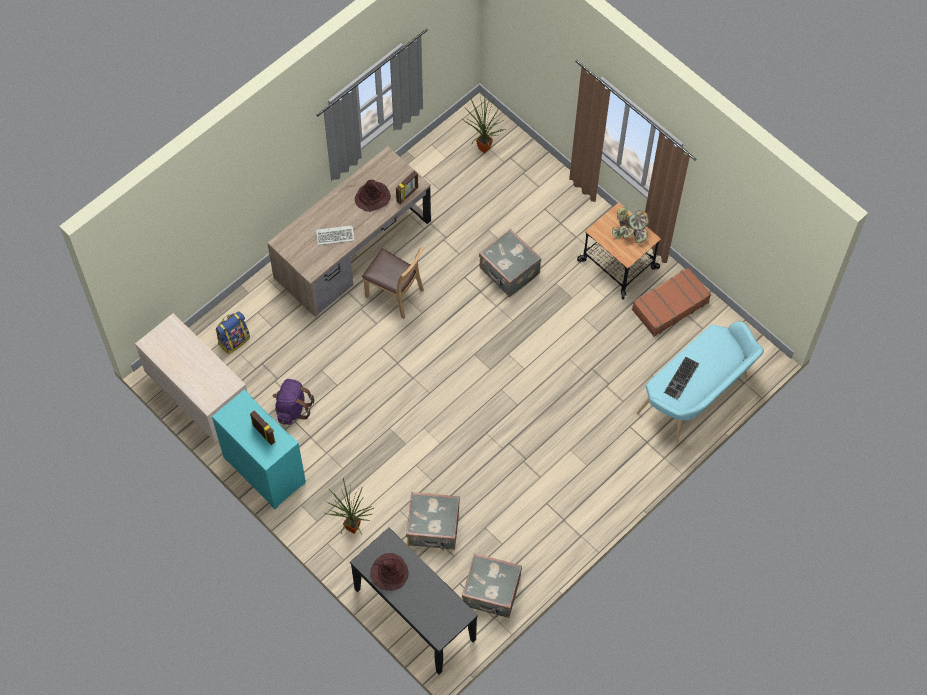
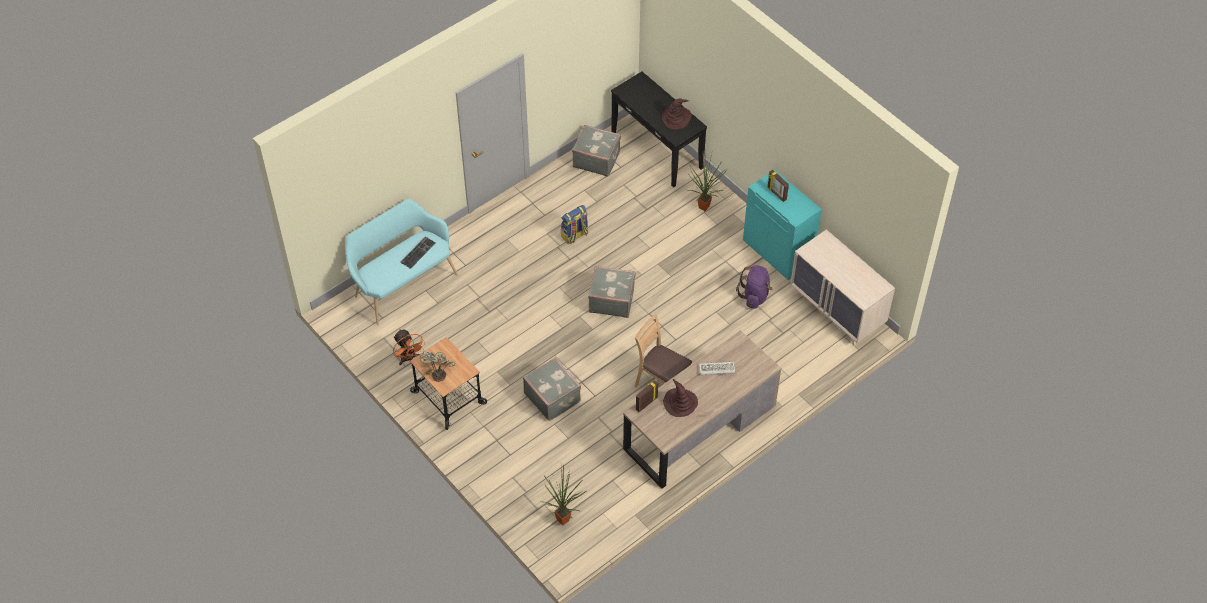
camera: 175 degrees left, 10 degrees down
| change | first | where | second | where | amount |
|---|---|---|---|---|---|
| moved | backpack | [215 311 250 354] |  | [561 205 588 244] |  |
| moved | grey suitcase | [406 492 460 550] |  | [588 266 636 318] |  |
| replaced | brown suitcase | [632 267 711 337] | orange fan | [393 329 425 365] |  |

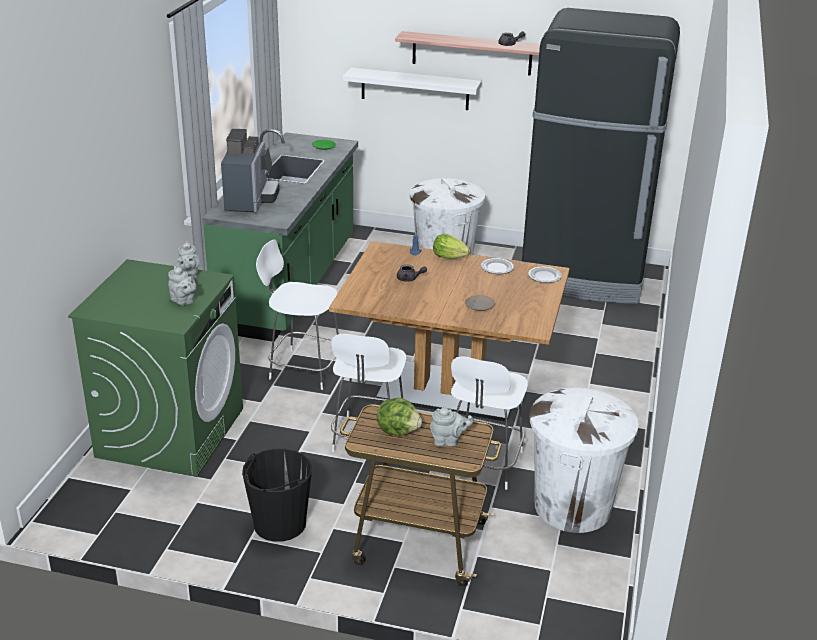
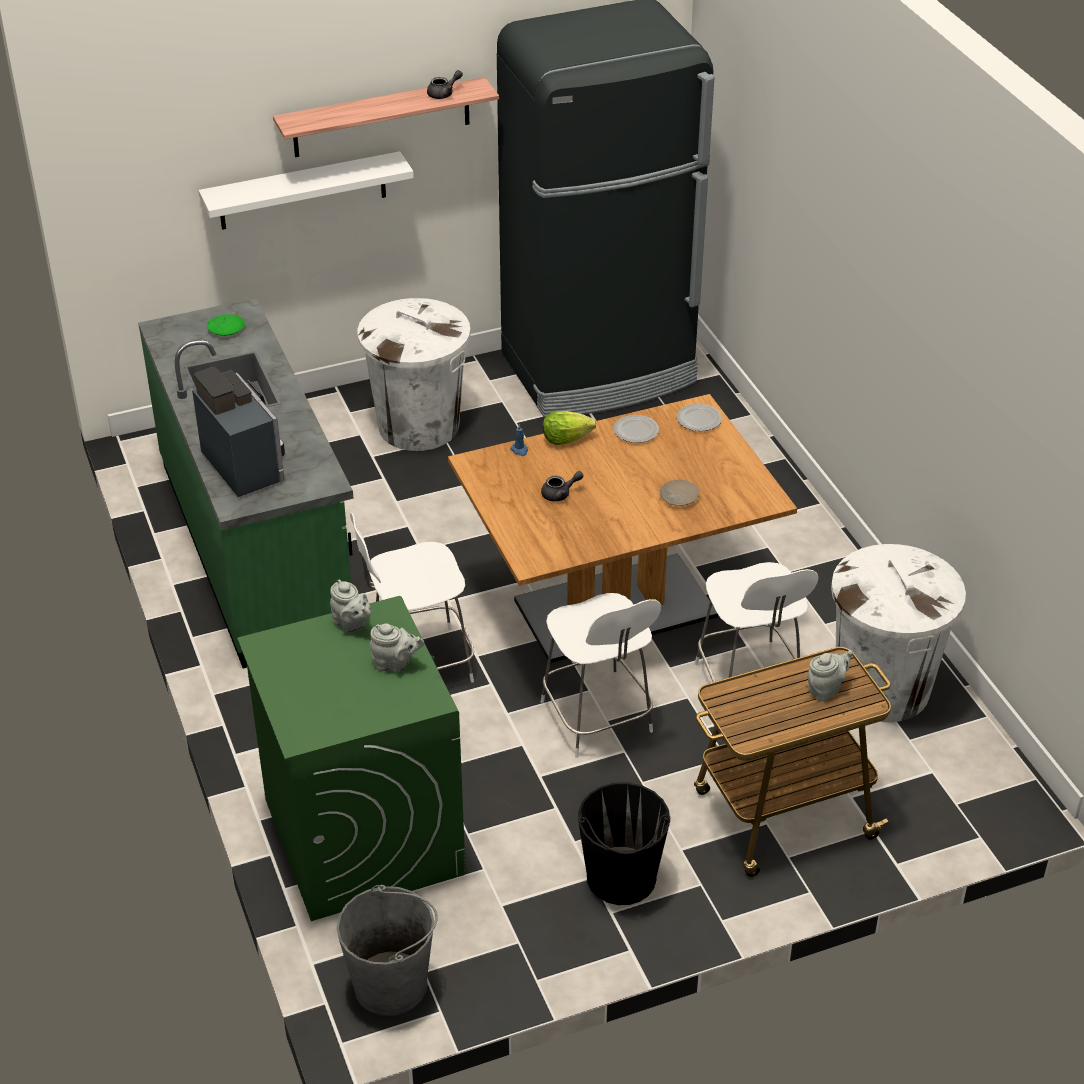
camera: 35 degrees left, 10 degrees up
| change | first | where | second | where | amount |
|---|---|---|---|---|---|
| removed | lettuce | [377 398 422 436] |  |  |  |
| added |  |  | grey bucket | [336 885 438 1016] |  |

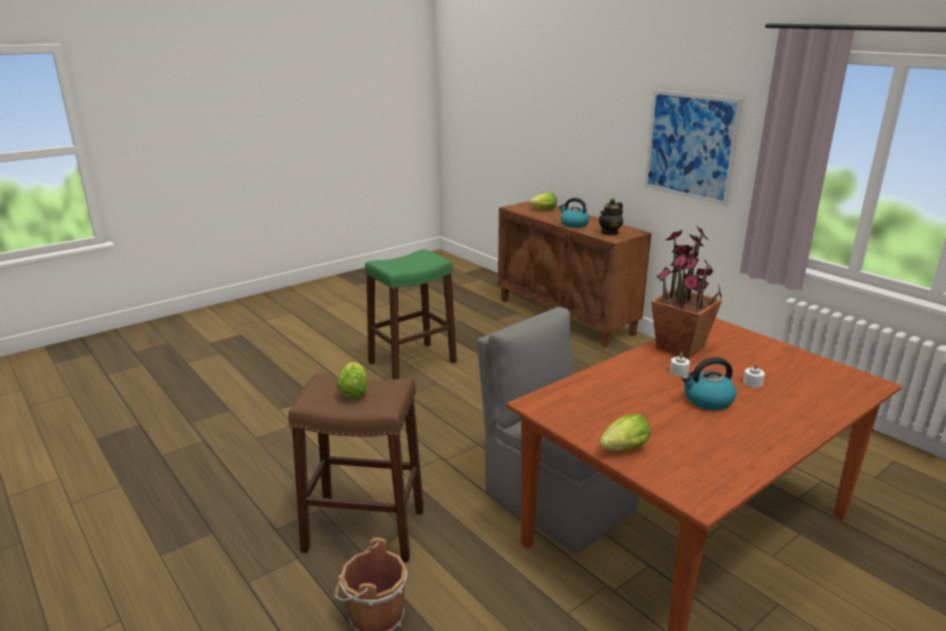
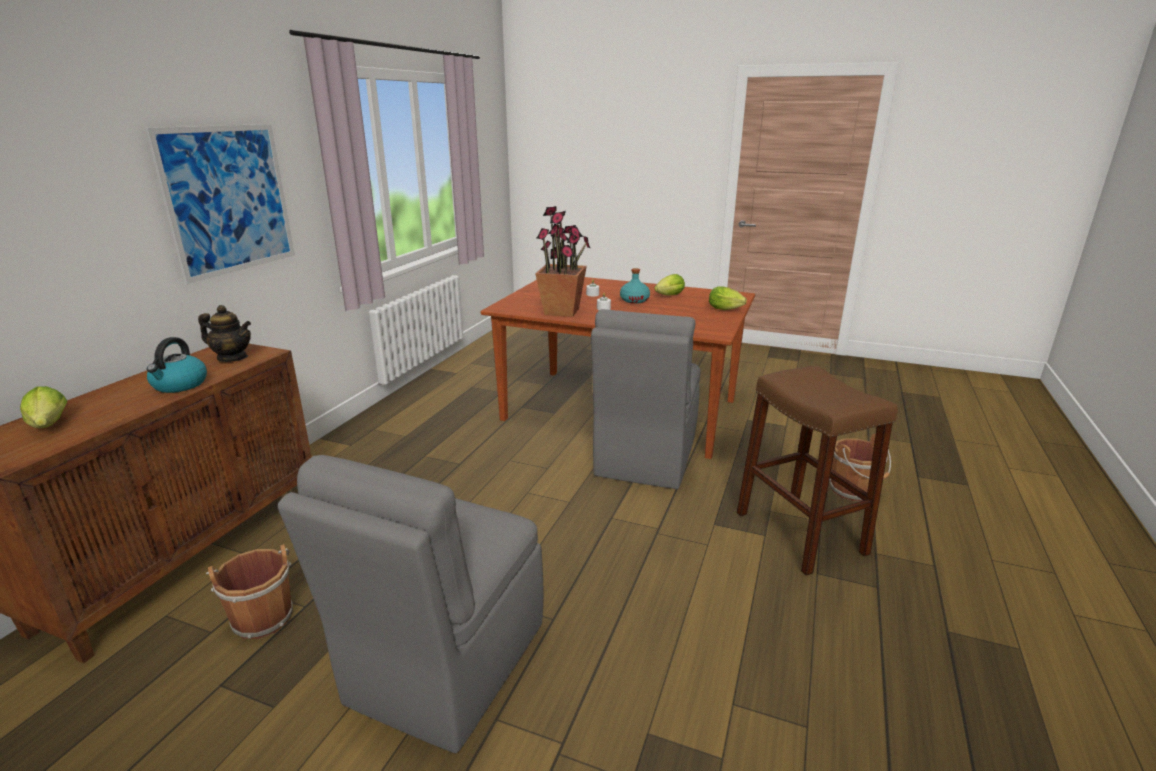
camera: 120 degrees left, 0 degrees up
| change | first | where | second | where | amount |
|---|---|---|---|---|---|
| moved | lettuce | [336 362 368 399] |  | [654 274 685 296] |  |
| replaced | green stool | [365 249 457 380] | grey chair | [278 455 544 753] |  |
| replaced | kettle | [681 357 737 410] | turquoise bottle | [620 268 650 304] |  |
| added |  |  | brown bucket | [206 544 293 639] |  |

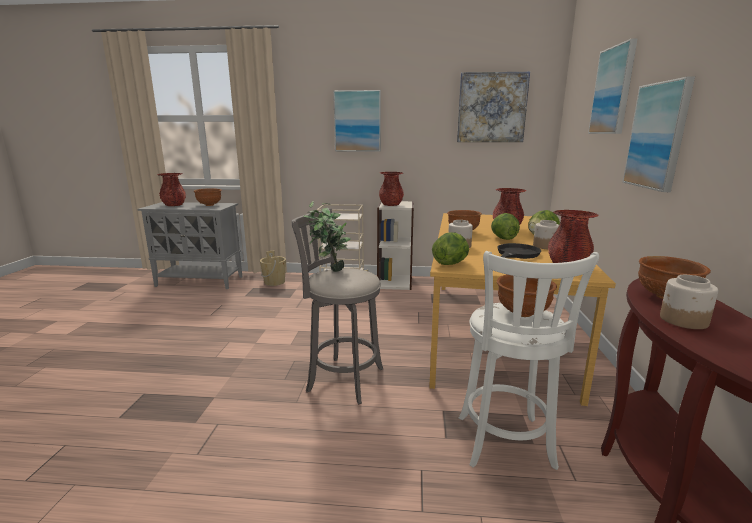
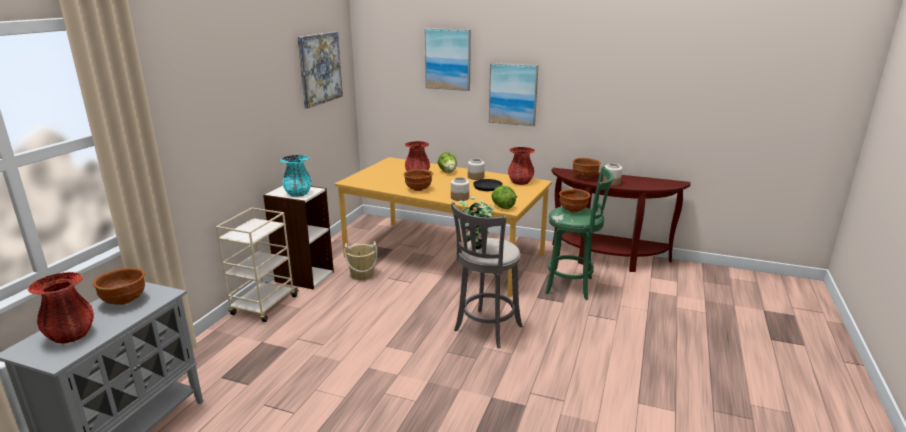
camera: 75 degrees left, 5 degrees up
| change | first | where | second | where | amount |
|---|---|---|---|---|---|
| moved | beige bucket | [260 251 286 286] |  | [344 241 377 280] |  |
| removed | picture | [333 90 381 152] |  |  |  |
| recoloured | red vase | [379 172 404 206] | turquoise vase | [280 155 312 197] |  |
| recoloured | white stool | [459 251 599 470] | green stool | [545 166 613 300] |  |
| removed | lettuce | [491 213 520 240] |  |  |  |

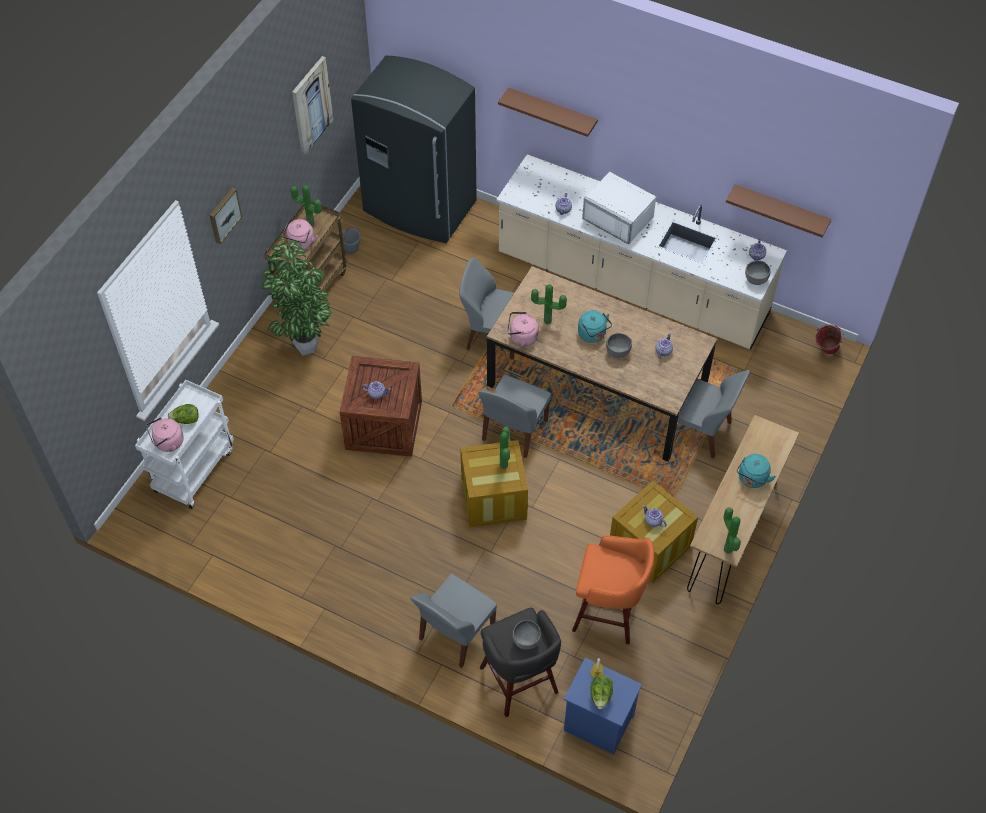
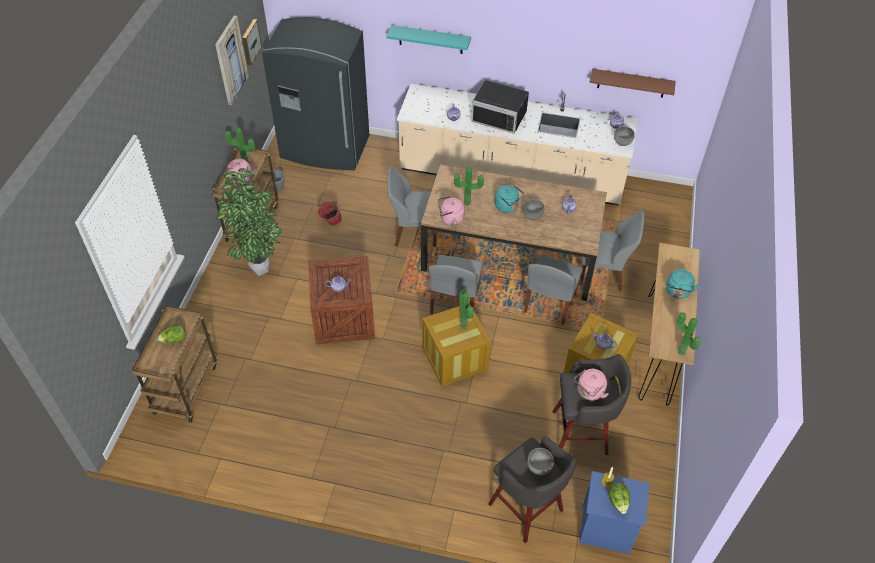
camera: 15 degrees left, 5 degrees down
| change | first | where | second | where | amount |
|---|---|---|---|---|---|
| recoloured | white cart | [135 380 234 509] | brown cart | [131 305 217 422] |  |
| moved | pink kettle | [146 417 184 452] |  | [574 369 609 401] |  |
| moved | picture | [209 188 242 244] |  | [242 19 262 65] |  |
| moved | grey chair | [410 574 497 668] |  | [524 255 583 325] |  |
| recoloured | brown shelf | [498 87 598 137] | turquoise shelf | [387 25 471 54] |  |
| recoloured | orange stool | [572 535 655 644] | grey stool | [553 354 631 455] |  |
| recoloured | white microwave | [582 172 656 245] | black microwave | [471 80 529 134] |  |
| moved | red bucket | [815 324 844 355] |  | [318 200 342 226] |  |

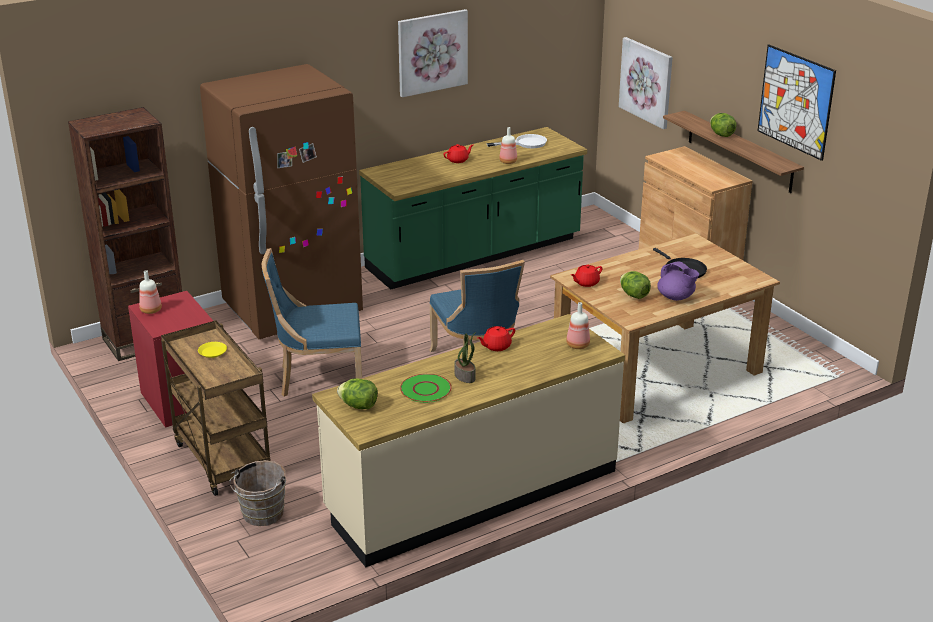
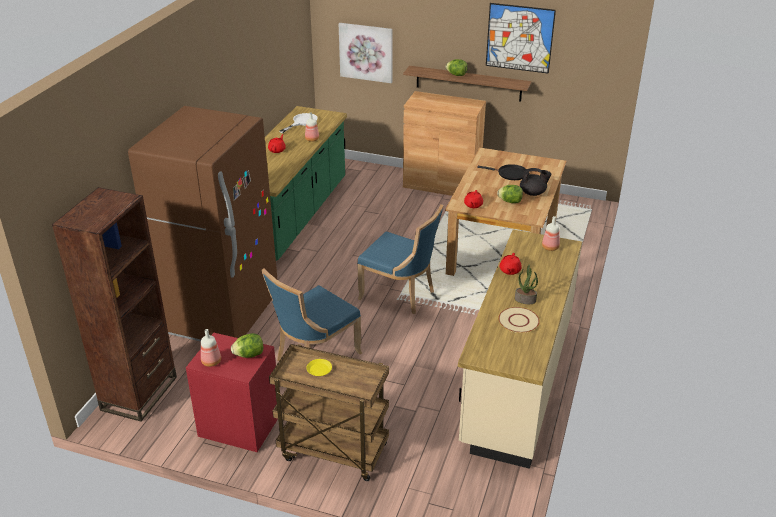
camera: 40 degrees left, 5 degrees up
| change | first | where | second | where | amount |
|---|---|---|---|---|---|
| removed | brown bucket | [229 460 286 526] |  |  |  |
| moved | lettuce | [337 378 378 409] |  | [231 333 263 358] |  |
| removed | picture | [398 9 468 97] |  |  |  |
| recoloured | green plate | [400 374 452 403] | beige plate | [498 307 540 333] |  |
| recoloured | purple teapot | [657 261 699 301] | black teapot | [520 168 552 196] |  |

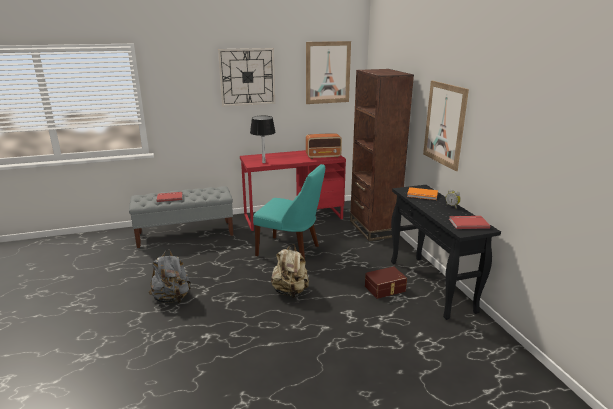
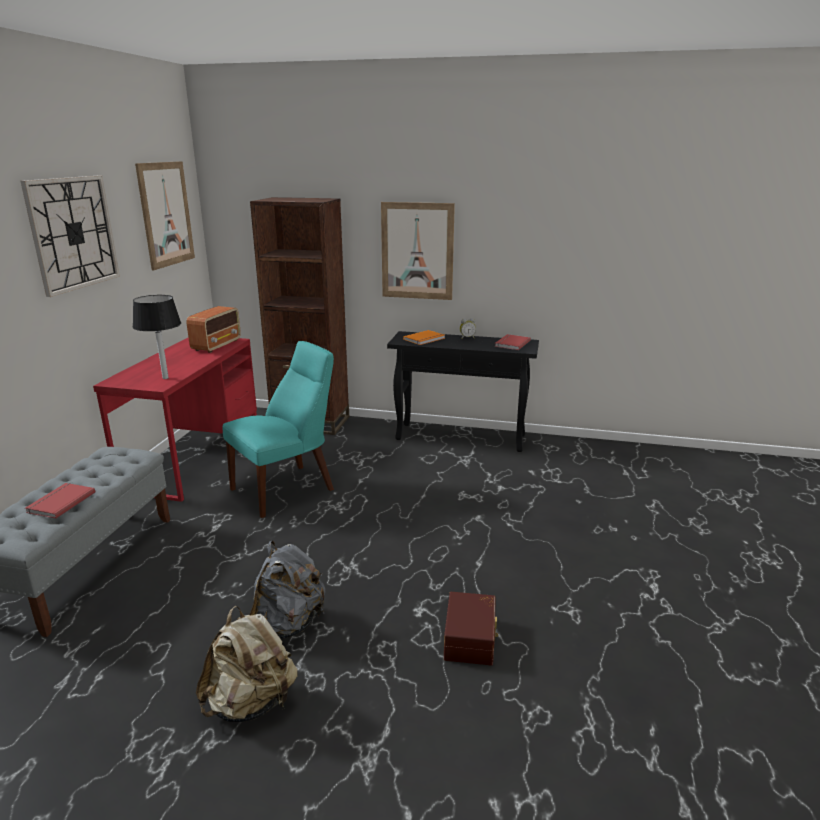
camera: 60 degrees left, 0 degrees up
| change | first | where | second | where | amount |
|---|---|---|---|---|---|
| moved | beige backpack | [271 244 309 298] |  | [196 606 297 722] |  |
| moved | brown storage box | [365 266 407 299] |  | [444 592 498 666] |  |

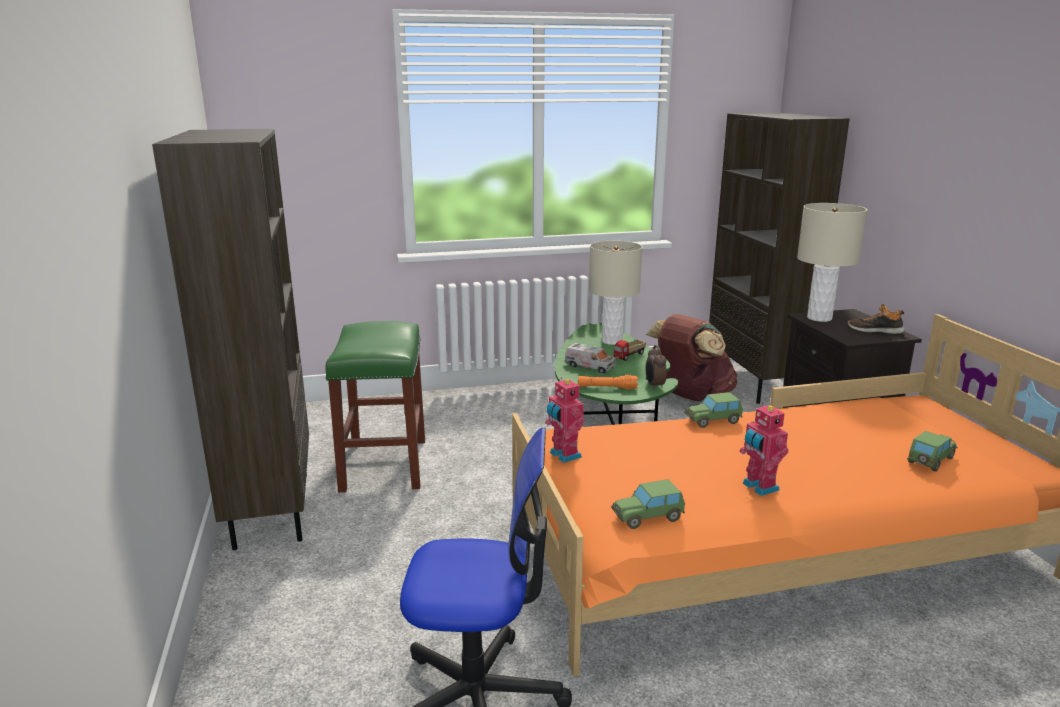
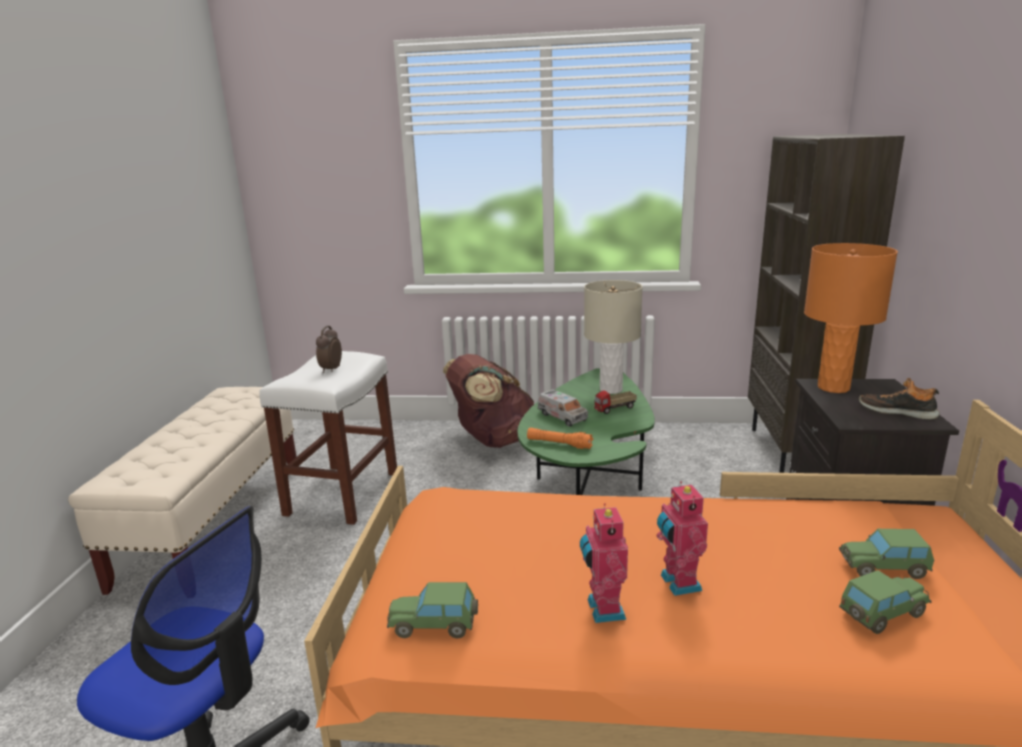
camera: 20 degrees right, 0 degrees up
| change | first | where | second | where | amount |
|---|---|---|---|---|---|
| replaced | brown bookcase | [152 129 309 550] | beige bench | [68 387 297 595] |  |
| recoloured | green stool | [326 321 425 492] | white stool | [259 351 397 525] |  |
| moved | toy robot | [545 377 584 463] |  | [657 481 708 596] |  |
| moved | brown backpack | [646 314 737 402] |  | [443 354 534 448] |  |
| moved | alarm clock | [646 345 667 390] |  | [316 326 342 373] |  |
| moved | toy car | [684 392 743 428] |  | [839 529 934 579] |  |
| recoloured | beige table lamp | [797 203 867 322] | orange table lamp | [804 243 898 393] |  |

